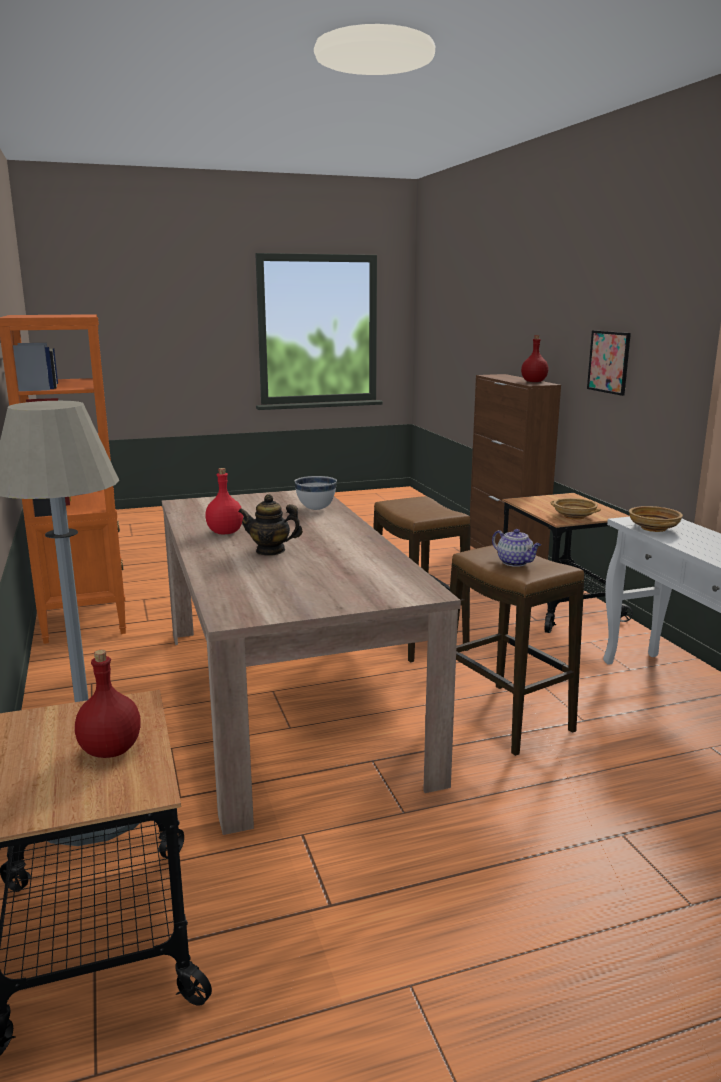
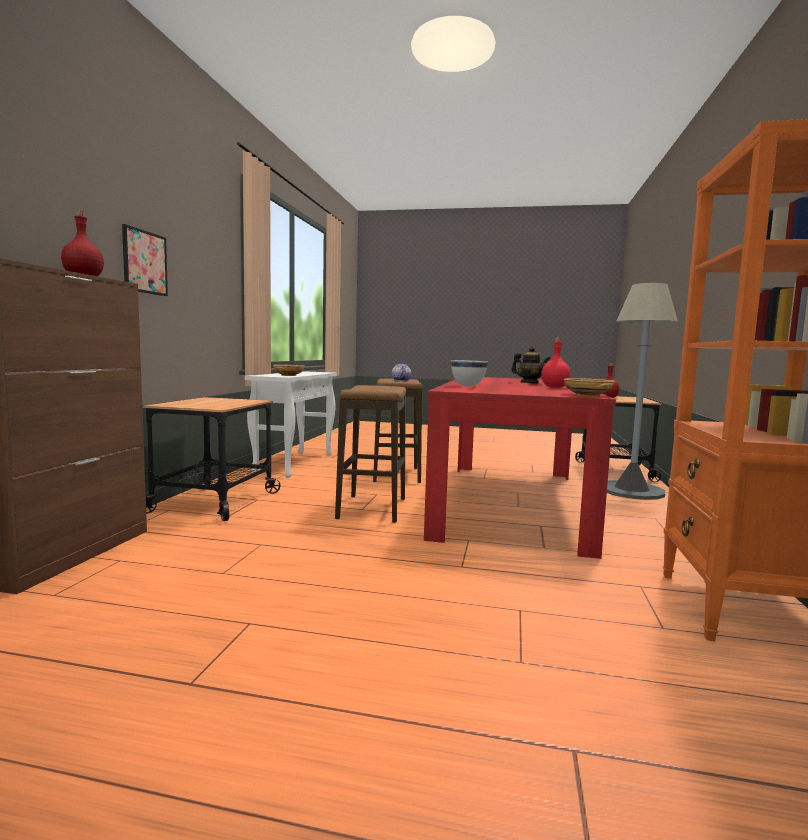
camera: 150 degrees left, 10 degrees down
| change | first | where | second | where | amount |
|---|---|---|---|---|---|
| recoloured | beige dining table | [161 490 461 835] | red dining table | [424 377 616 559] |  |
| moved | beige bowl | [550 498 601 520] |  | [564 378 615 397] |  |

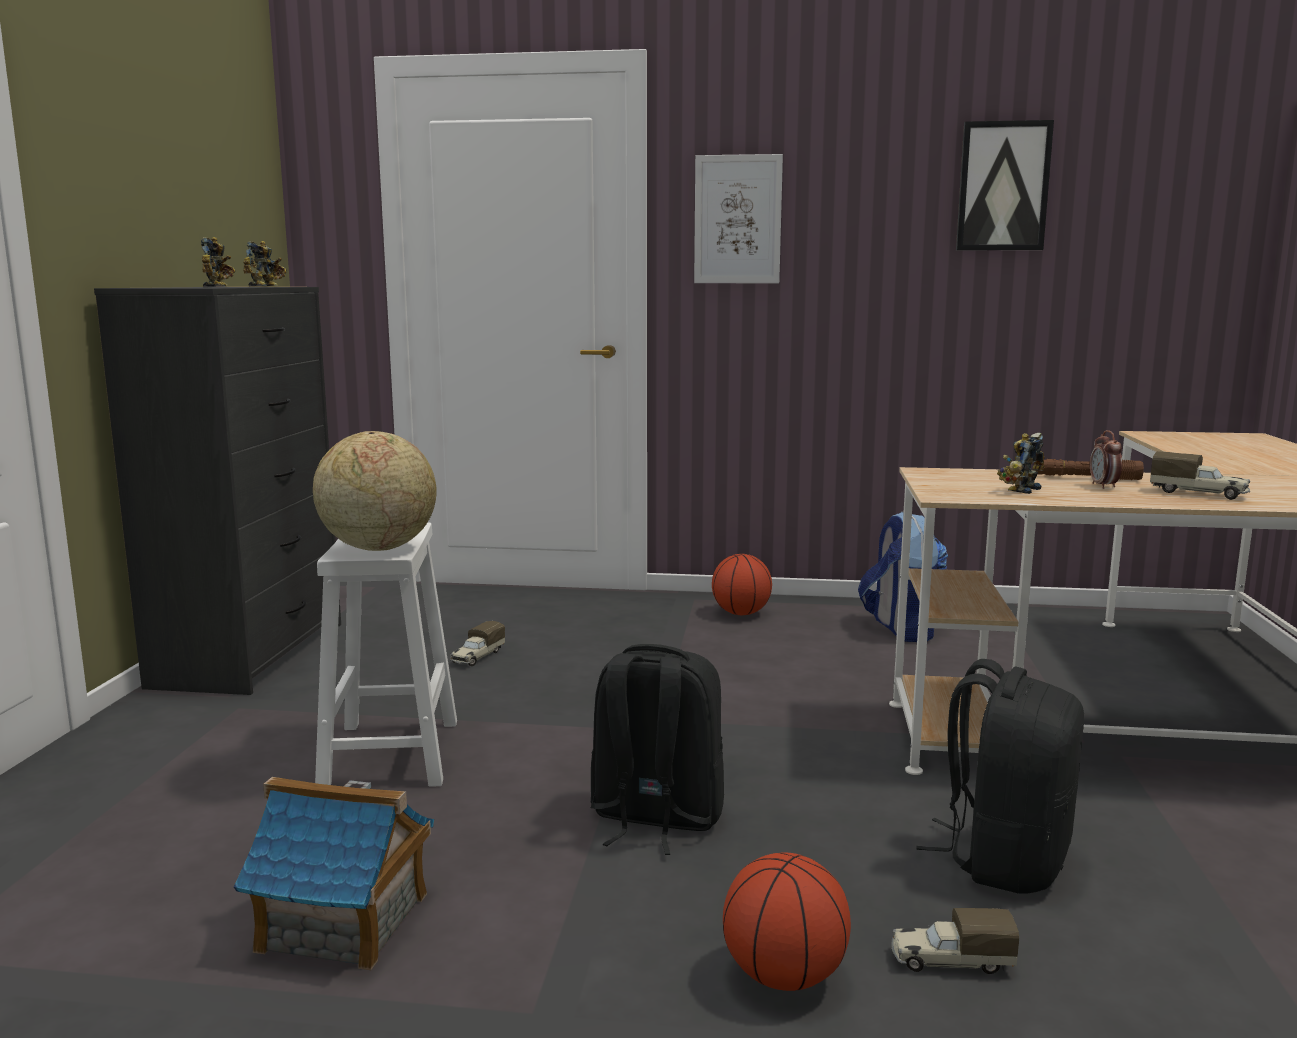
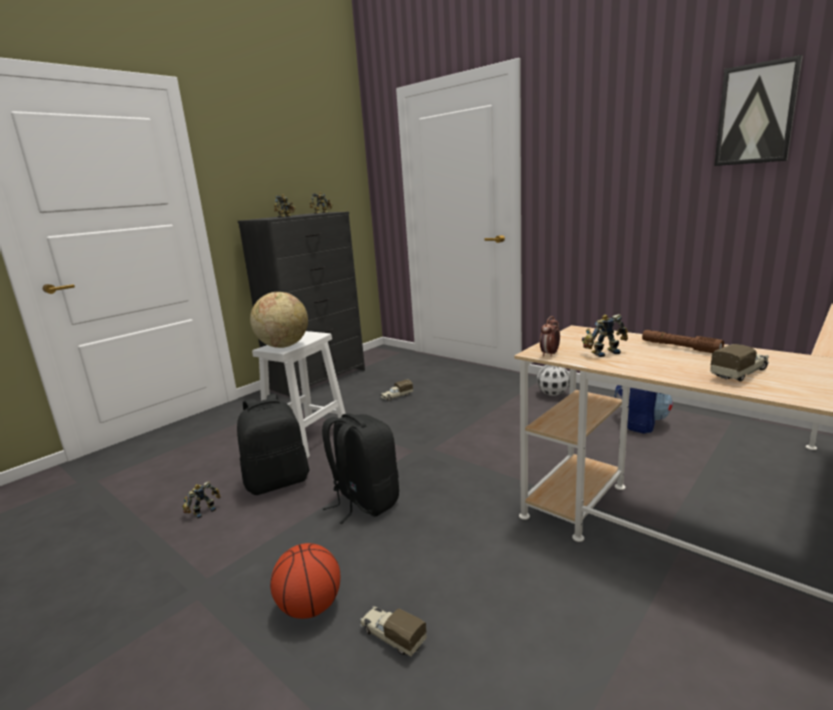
camera: 35 degrees right, 5 degrees up
| change | first | where | second | where | amount |
|---|---|---|---|---|---|
| replaced | toy house | [234 777 434 970] | toy robot | [182 481 221 518] |  |
| removed | picture | [694 154 783 283] |  |  |  |
| replaced | basketball | [712 554 772 615] | football | [537 365 570 396] |  |
| moved | black backpack | [916 659 1084 893] |  | [237 394 309 495] |  |
| moved | alarm clock | [1090 430 1122 489] |  | [540 316 560 357] |  |
| turned | toy truck | [1150 451 1251 500] |  | [710 344 769 382] | 105 degrees counterclockwise |

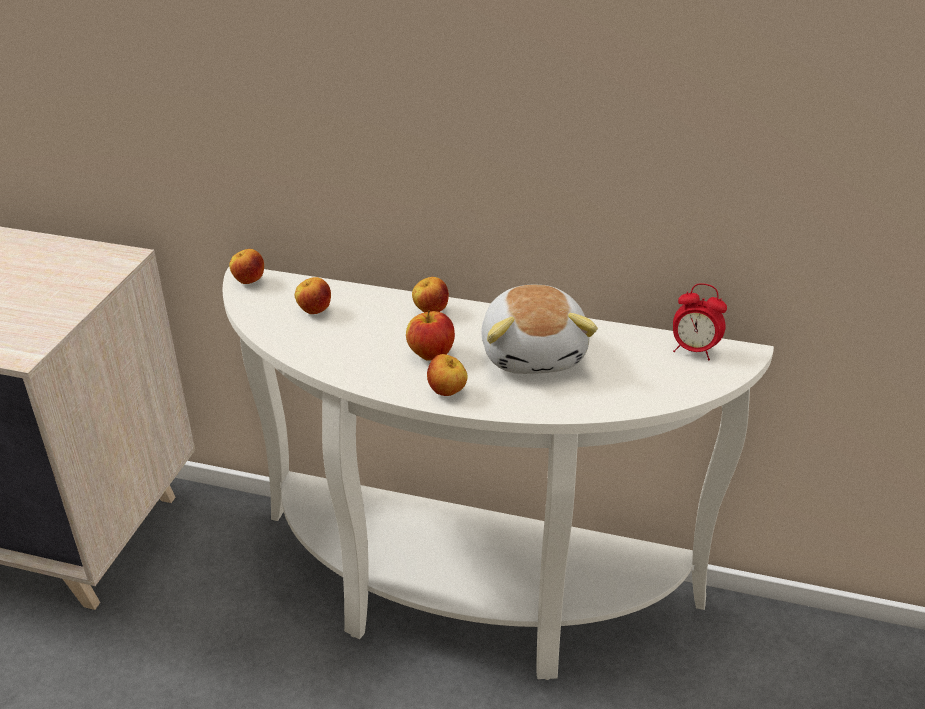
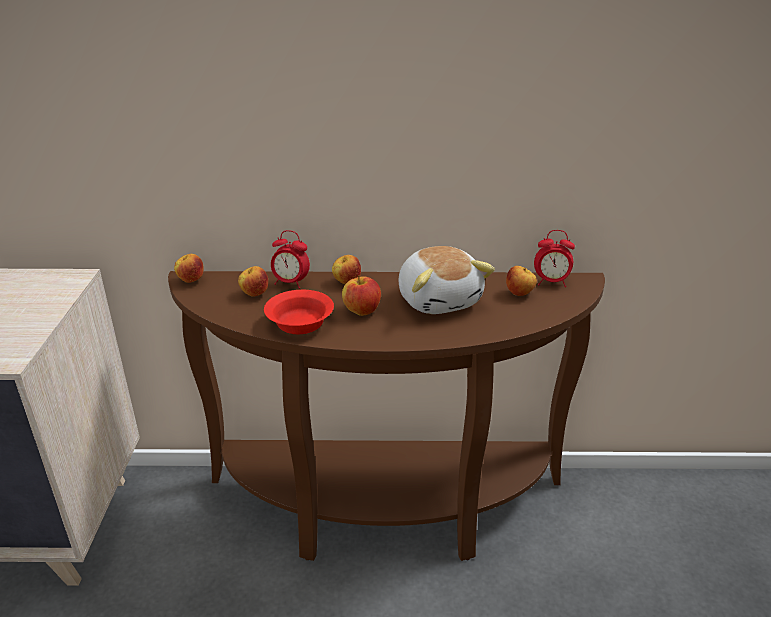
camera: 15 degrees left, 5 degrees down
| change | first | where | second | where | amount |
|---|---|---|---|---|---|
| recoloured | white console table | [222 267 774 680] | brown console table | [168 271 605 561] |  |
| moved | apple | [427 354 468 396] |  | [506 266 537 296] |  |
| added |  |  | red bowl | [264 290 334 334] |  |
| added |  |  | alarm clock | [271 230 310 289] |  |

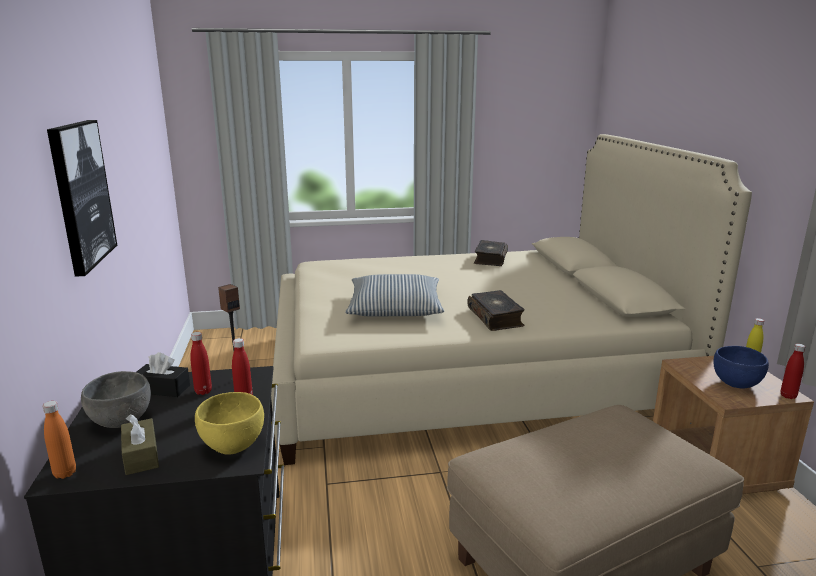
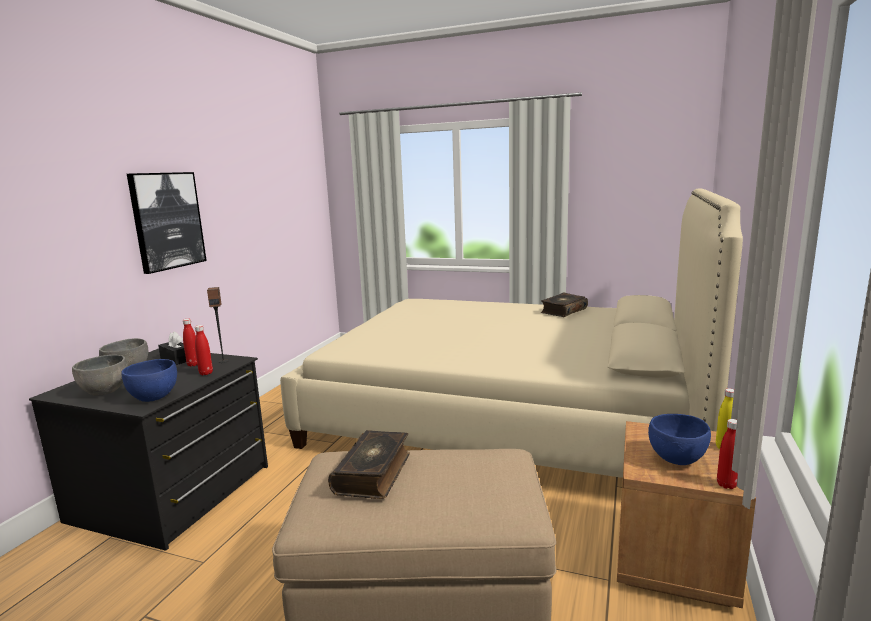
camera: 30 degrees right, 5 degrees down
| change | first | where | second | where | amount |
|---|---|---|---|---|---|
| removed | orange bottle | [42 401 76 479] |  |  |  |
| replaced | brown tissue box | [121 414 159 475] | grey bowl | [72 355 128 396] |  |
| recoloured | yellow bowl | [195 392 264 455] | blue bowl | [122 359 177 402] |  |
| removed | pillow | [345 274 444 317] |  |  |  |
| moved | book | [467 290 525 331] |  | [328 430 410 499] |  |

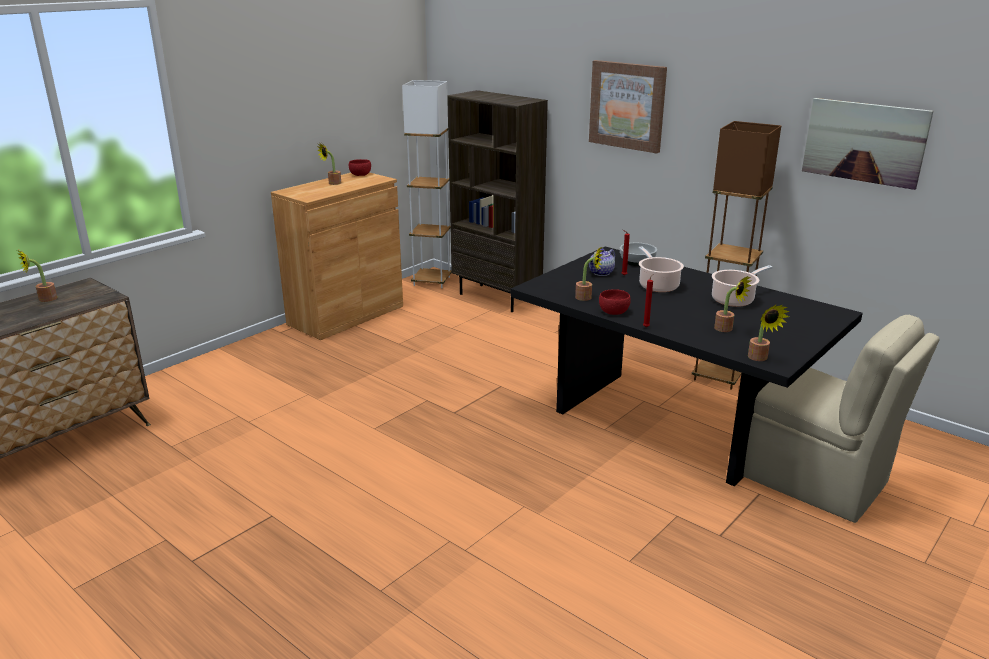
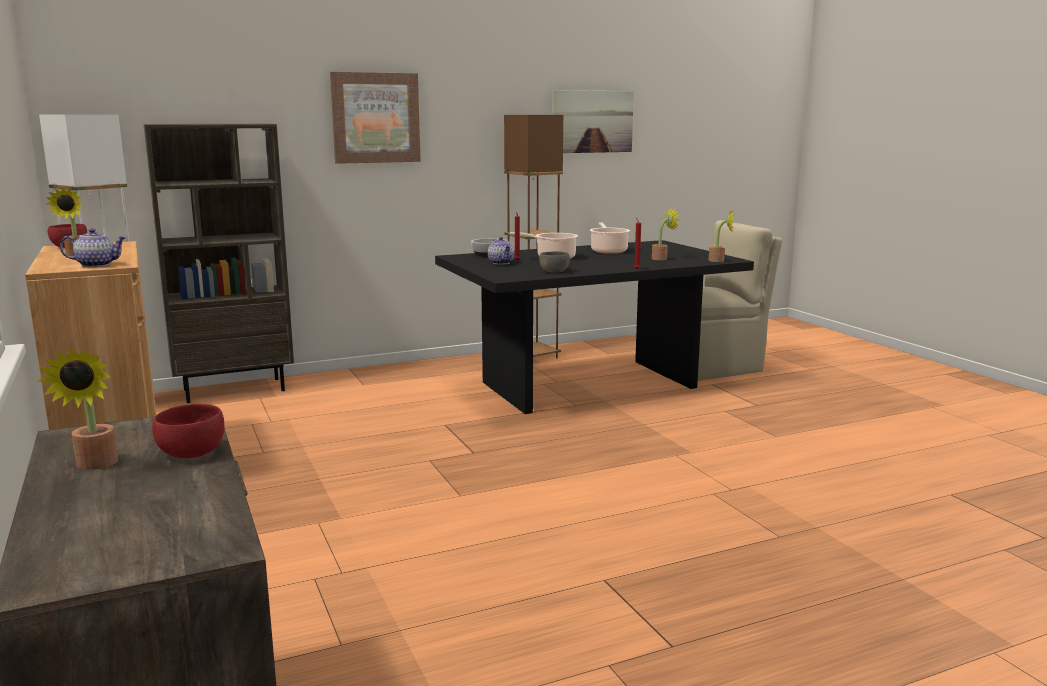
camera: 65 degrees left, 10 degrees down
| change | first | where | second | where | amount |
|---|---|---|---|---|---|
| replaced | potted plant | [575 246 603 301] | grey bowl | [540 251 570 273] |  |
| moved | red bowl | [599 289 631 315] |  | [152 404 225 458] |  |
| added |  |  | teapot | [60 228 127 267] |  |

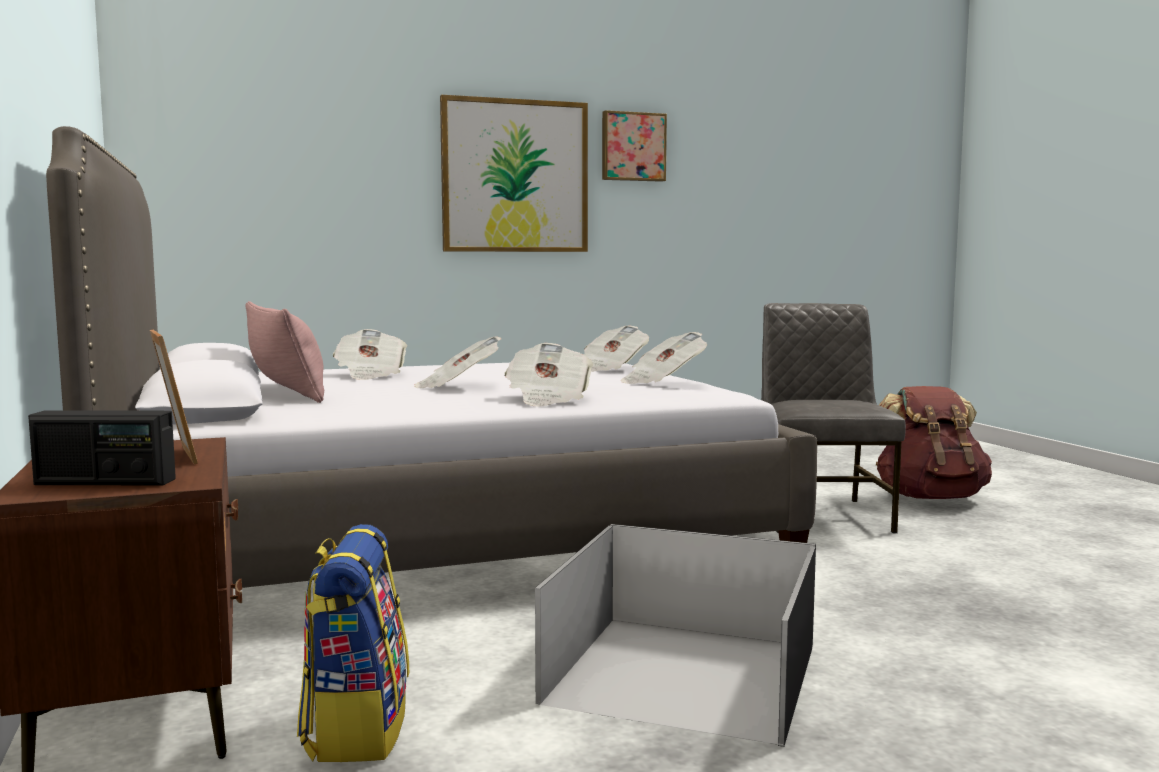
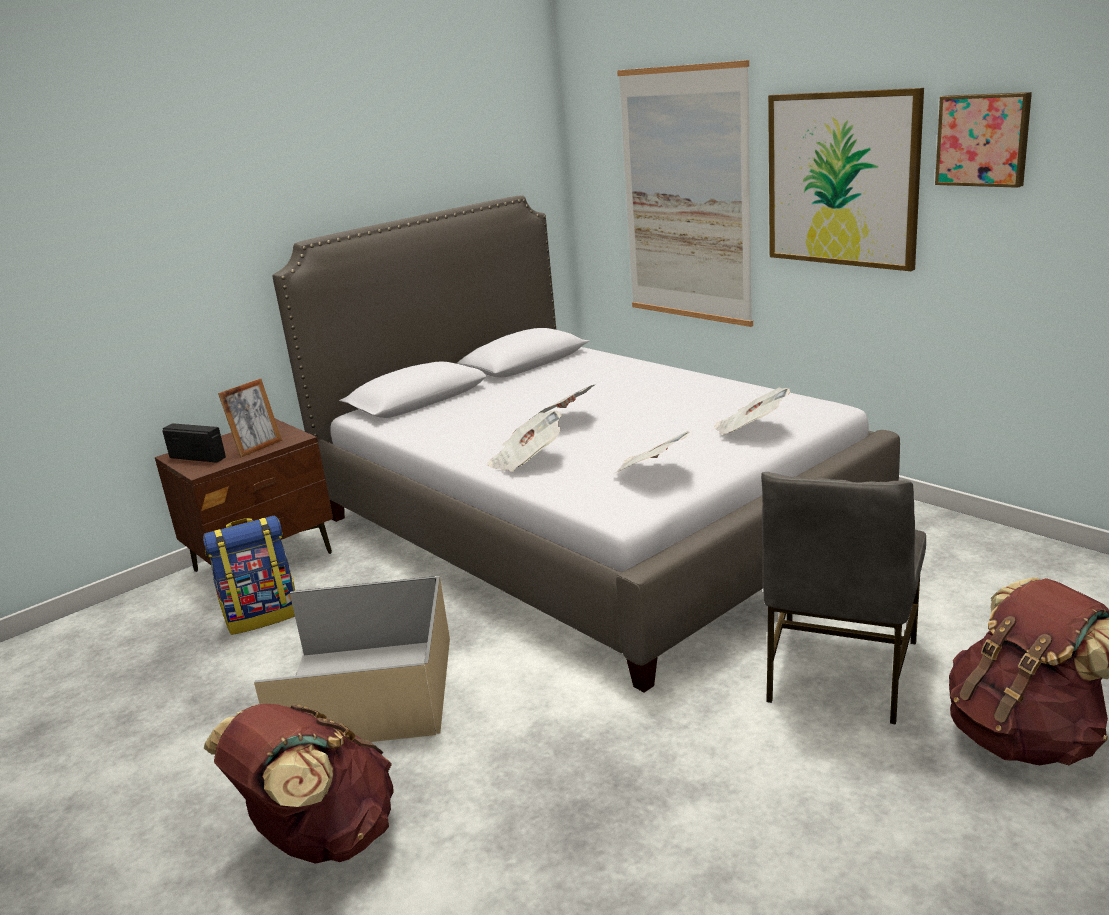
camera: 70 degrees right, 15 degrees up
| change | first | where | second | where | amount |
|---|---|---|---|---|---|
| turned | radio | [28 410 176 485] |  | [162 423 226 463] | 135 degrees clockwise |
| removed | pink pillow | [246 301 324 403] |  |  |  |
| removed | newspaper | [333 329 407 380] |  |  |  |
| recoloured | black storage box | [535 524 816 747] | beige storage box | [254 576 450 742] |  |
| turned | grey chair | [761 303 906 533] |  | [761 472 926 725] | 135 degrees clockwise |
| added |  |  | brown backpack | [204 704 394 864] |  |
| added |  |  | picture | [617 60 753 327] |  |

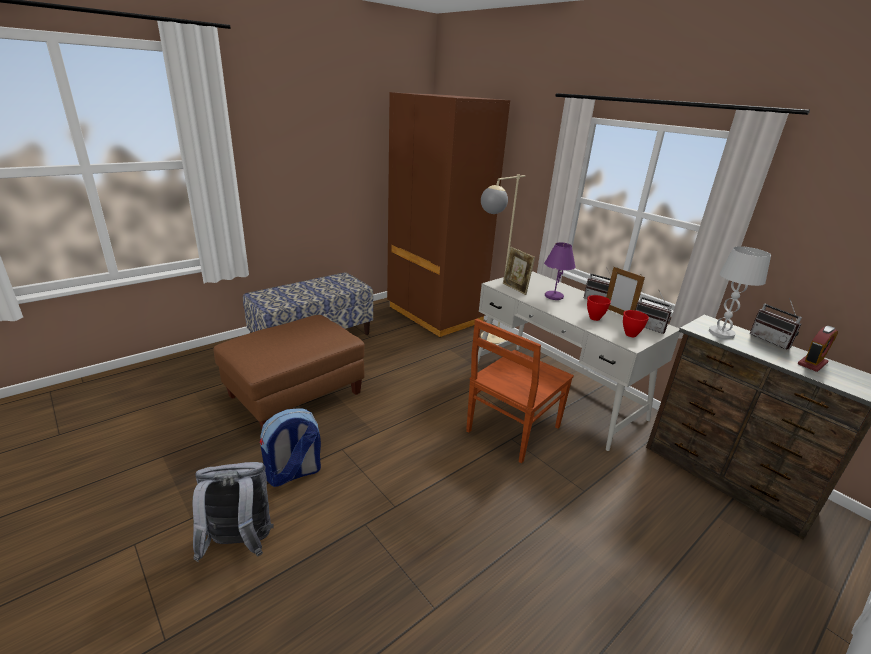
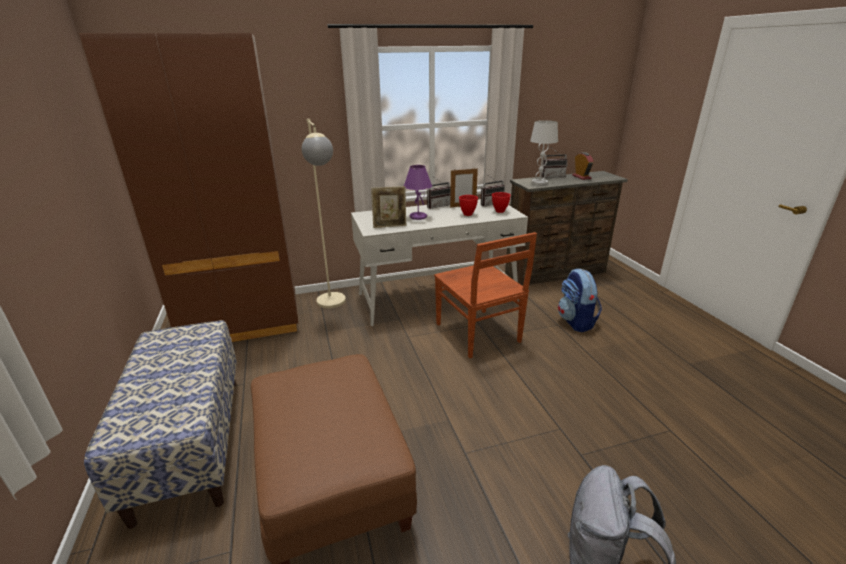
camera: 65 degrees left, 0 degrees up
| change | first | where | second | where | amount |
|---|---|---|---|---|---|
| moved | backpack | [259 408 321 487] |  | [558 269 602 332] |  |

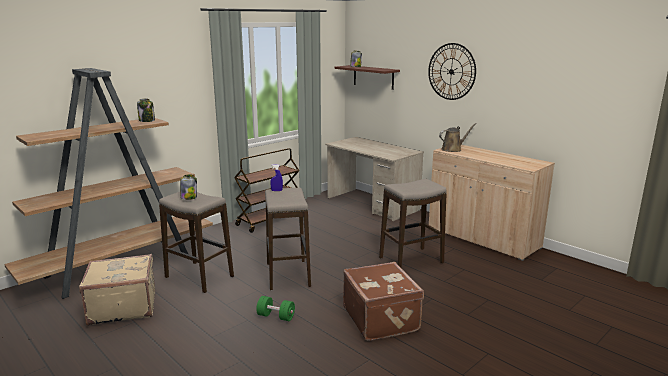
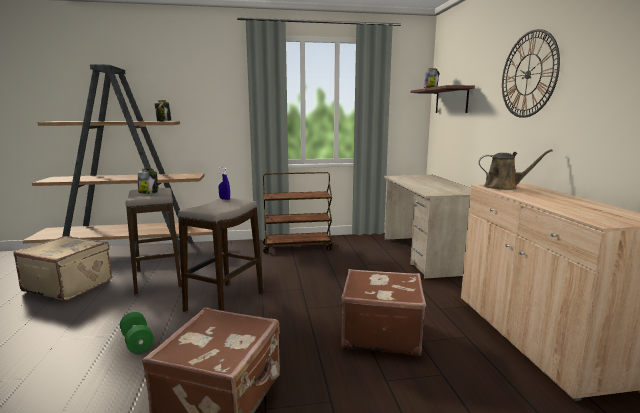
camera: 35 degrees right, 5 degrees down
| change | first | where | second | where | amount |
|---|---|---|---|---|---|
| replaced | stool | [379 179 447 268] | brown suitcase | [341 269 426 356] |  |

